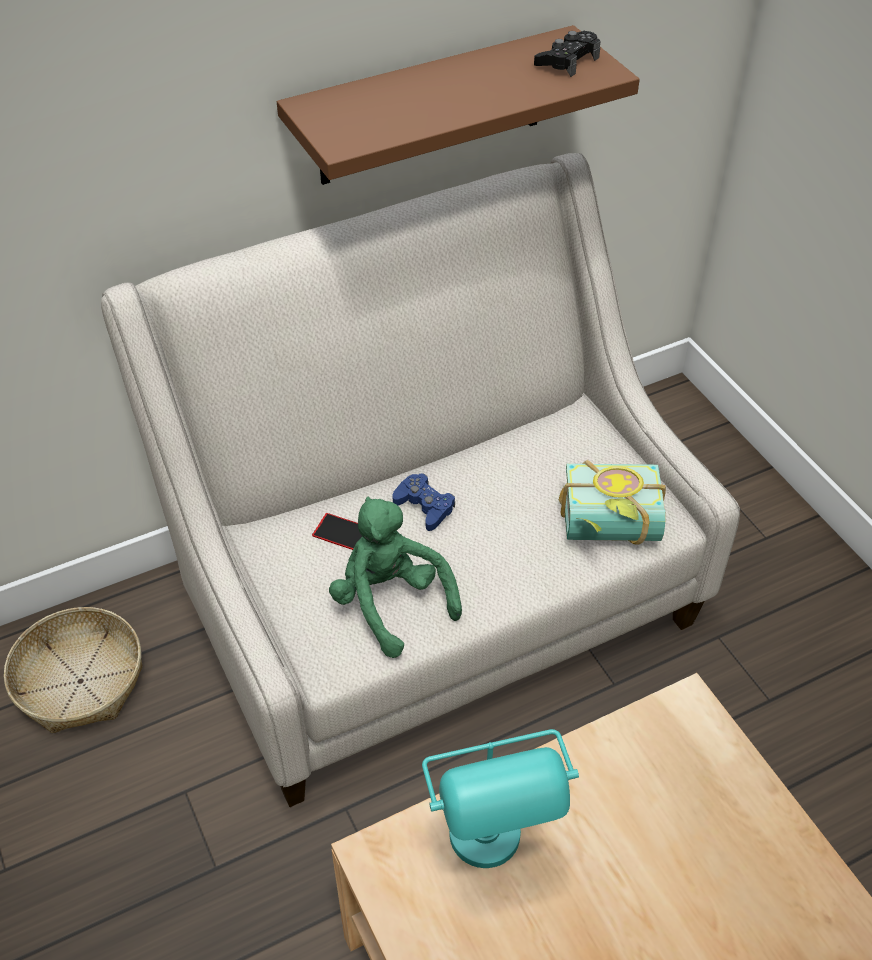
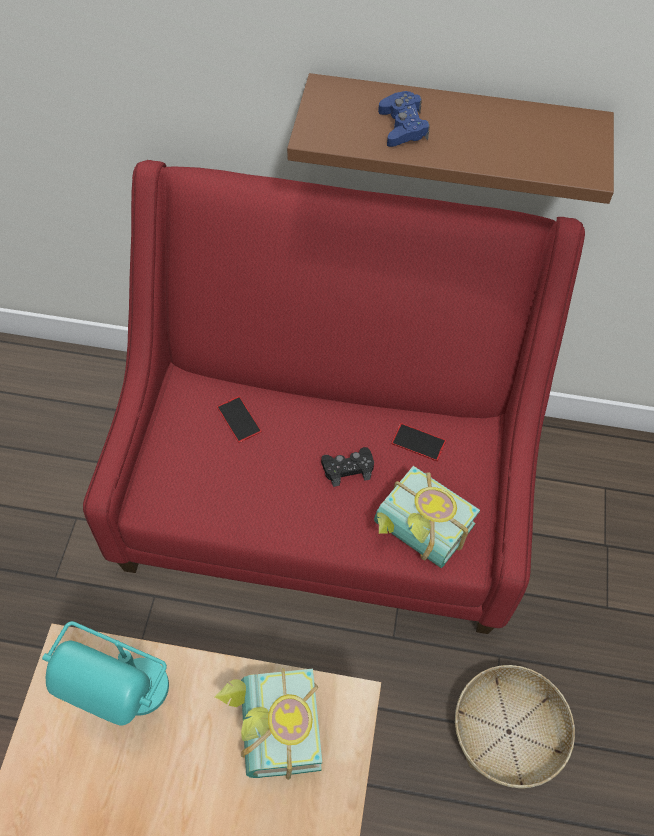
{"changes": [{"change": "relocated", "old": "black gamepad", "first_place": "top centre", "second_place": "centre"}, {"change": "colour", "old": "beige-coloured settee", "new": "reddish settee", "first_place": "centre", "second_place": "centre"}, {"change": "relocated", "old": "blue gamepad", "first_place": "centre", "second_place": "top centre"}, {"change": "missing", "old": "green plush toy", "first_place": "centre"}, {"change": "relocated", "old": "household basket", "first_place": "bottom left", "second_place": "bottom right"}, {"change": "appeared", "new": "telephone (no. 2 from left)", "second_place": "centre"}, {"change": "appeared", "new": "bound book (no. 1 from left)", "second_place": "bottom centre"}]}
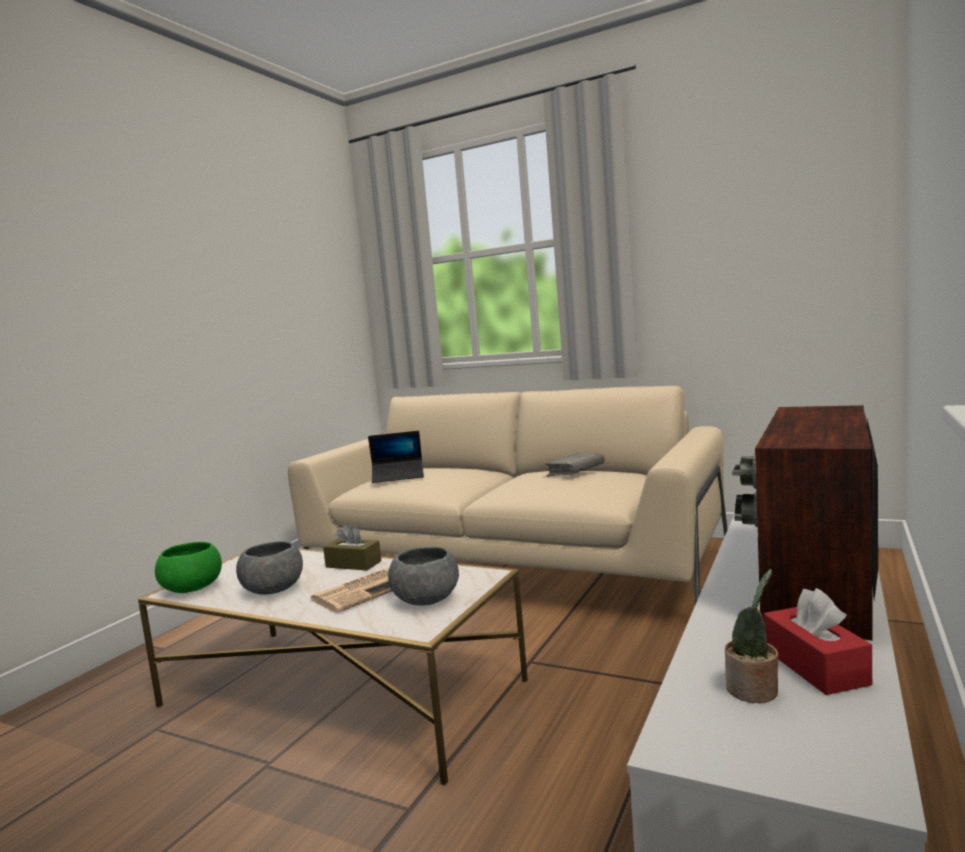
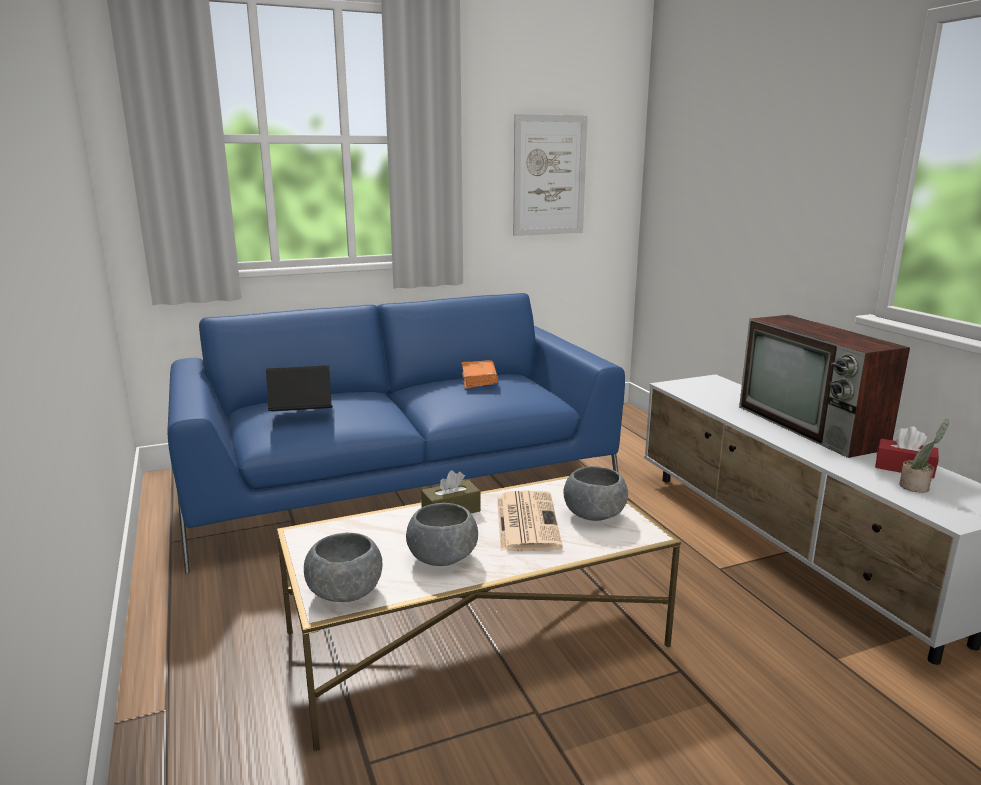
{"changes": [{"change": "colour", "old": "beige-coloured settee", "new": "blue settee", "first_place": "centre", "second_place": "centre"}, {"change": "spun", "old": "laptop", "first_place": "centre", "second_place": "middle left", "degrees": -135}, {"change": "colour", "old": "grey bound book", "new": "orangey bound book", "first_place": "centre", "second_place": "centre"}, {"change": "colour", "old": "green bowl", "new": "grey bowl (no. 1 from left)", "first_place": "middle left", "second_place": "bottom centre"}, {"change": "appeared", "new": "wall picture", "second_place": "top centre"}]}
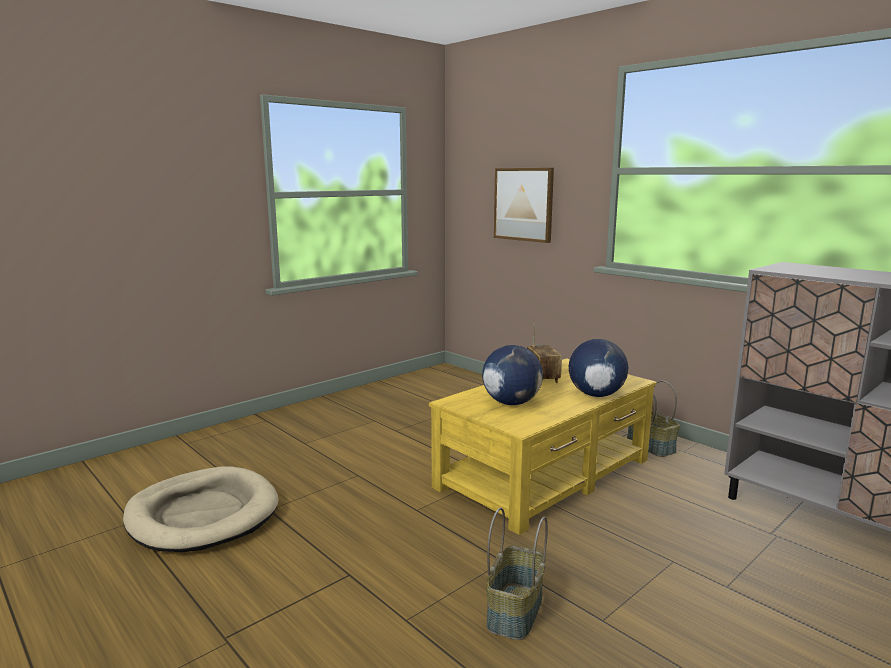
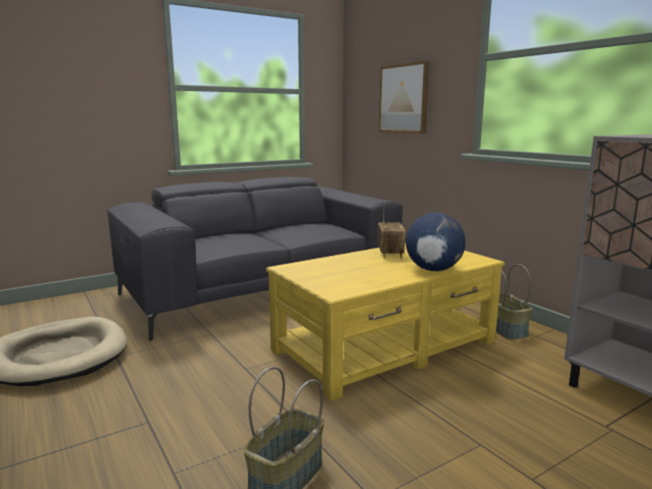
{"changes": [{"change": "missing", "old": "desk globe (no. 1 from left)", "first_place": "centre"}, {"change": "appeared", "new": "grey settee", "second_place": "centre"}]}
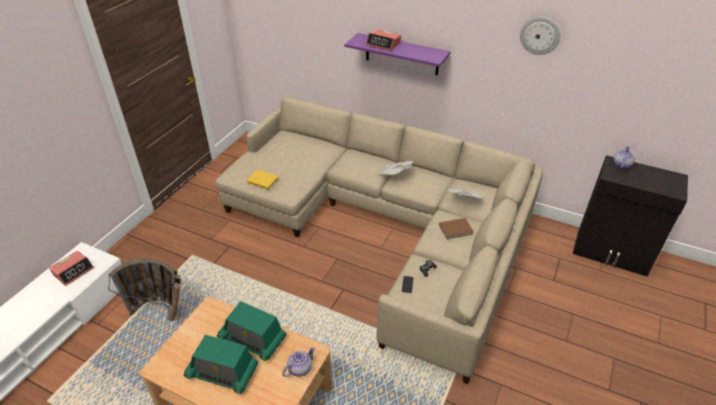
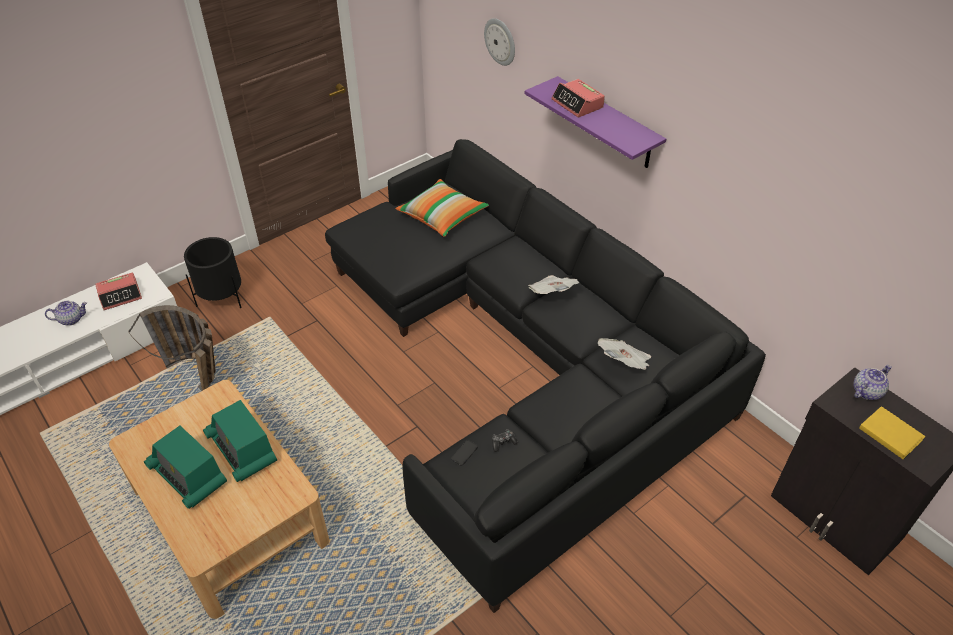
{"changes": [{"change": "relocated", "old": "wall clock", "first_place": "top right", "second_place": "top centre"}, {"change": "colour", "old": "beige-coloured settee", "new": "black settee", "first_place": "centre", "second_place": "centre"}, {"change": "relocated", "old": "yellow-coloured bound book", "first_place": "centre", "second_place": "bottom right"}, {"change": "missing", "old": "brown bound book", "first_place": "centre"}, {"change": "relocated", "old": "pot for tea (no. 1 from left)", "first_place": "bottom centre", "second_place": "middle left"}, {"change": "appeared", "new": "throw pillow", "second_place": "top centre"}, {"change": "appeared", "new": "black flower pot", "second_place": "middle left"}]}
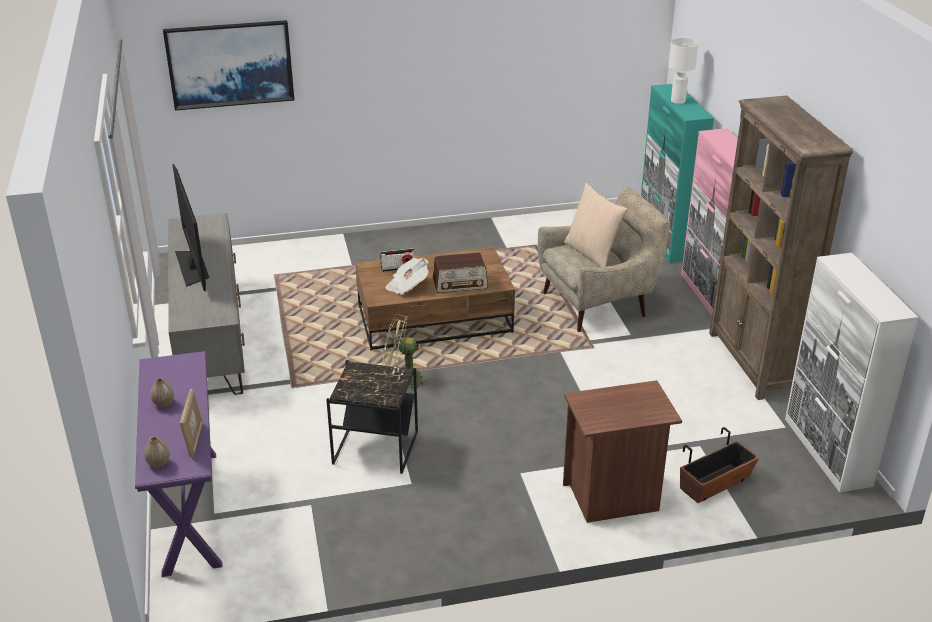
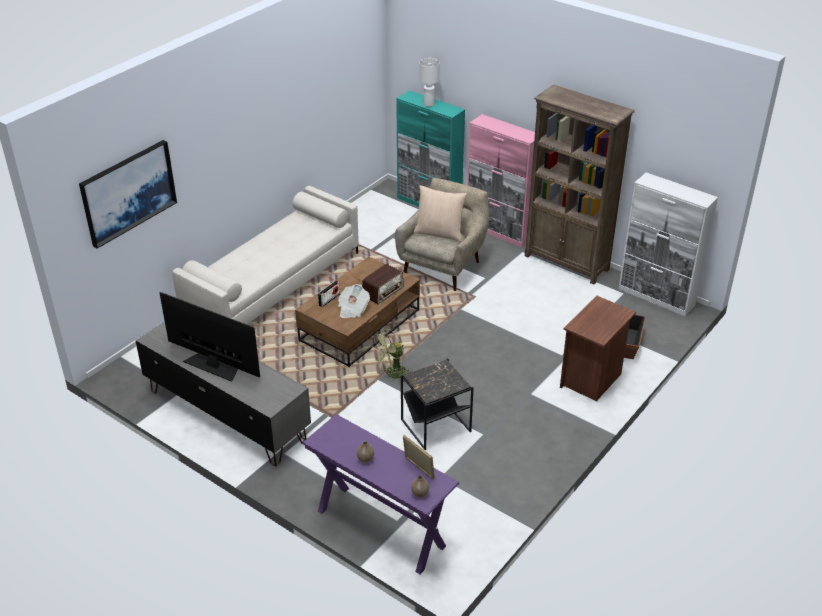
{"changes": [{"change": "appeared", "new": "white settee", "second_place": "middle left"}]}
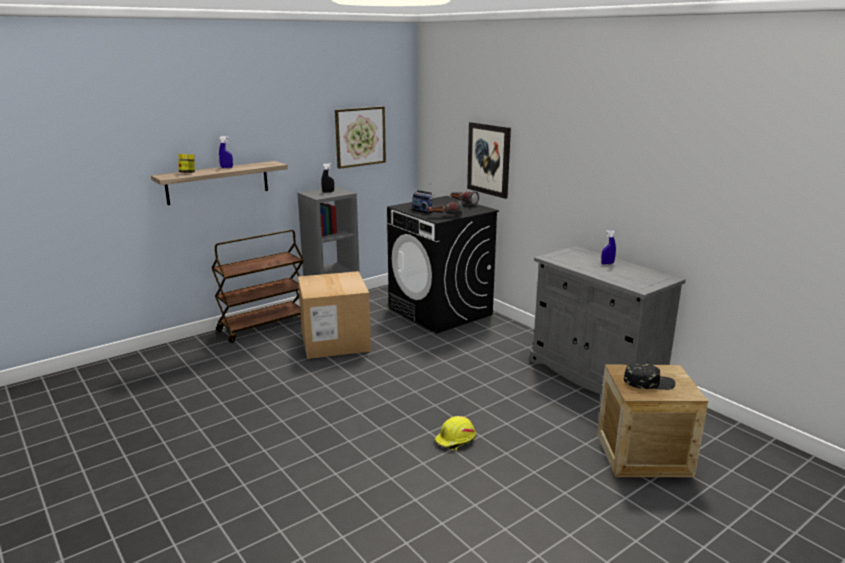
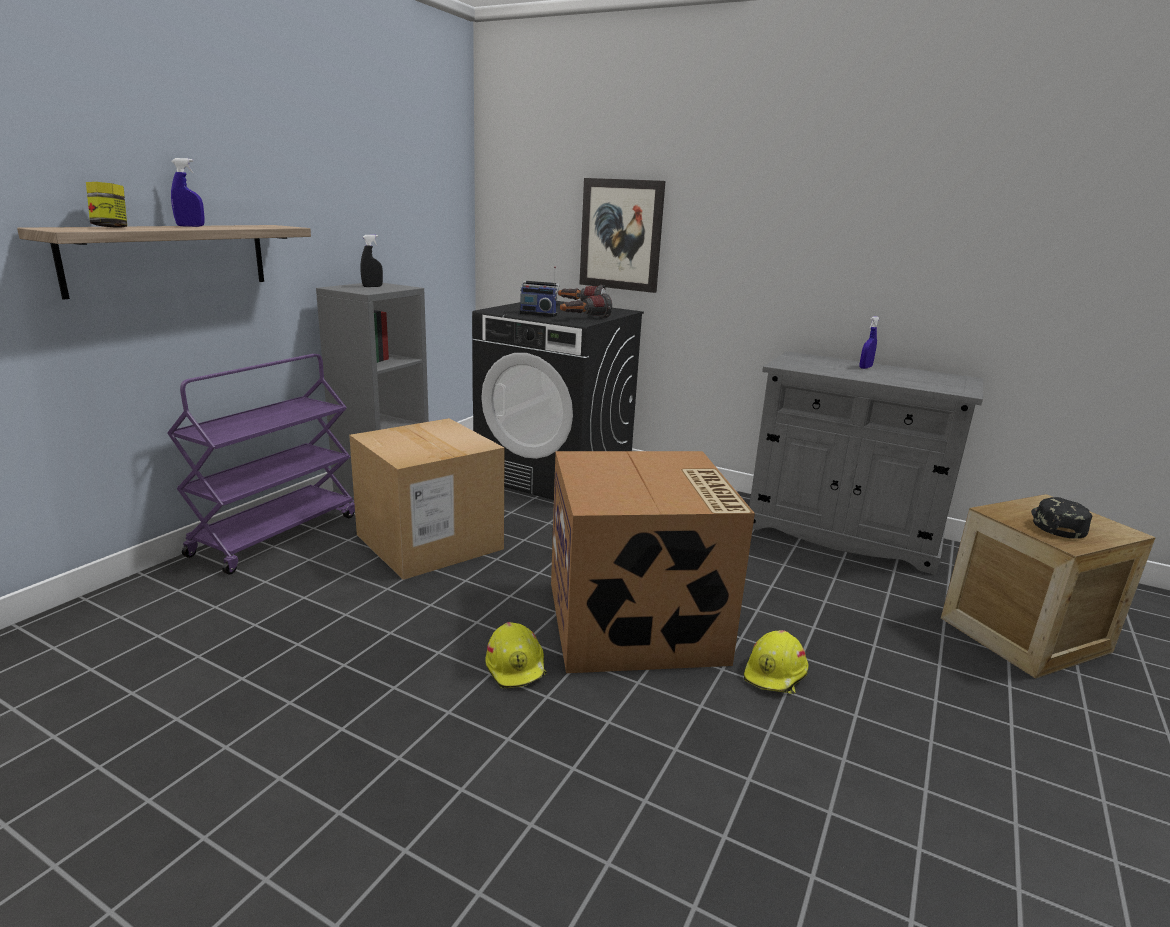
{"changes": [{"change": "missing", "old": "wall picture (no. 1 from left)", "first_place": "top centre"}, {"change": "colour", "old": "brown cart", "new": "purple-coloured cart", "first_place": "middle left", "second_place": "middle left"}, {"change": "spun", "old": "black cap", "first_place": "bottom right", "second_place": "middle right", "degrees": -45}, {"change": "appeared", "new": "cardboard box (no. 2 from left)", "second_place": "centre"}, {"change": "appeared", "new": "yellow-coloured work helmet (no. 1 from left)", "second_place": "bottom centre"}]}
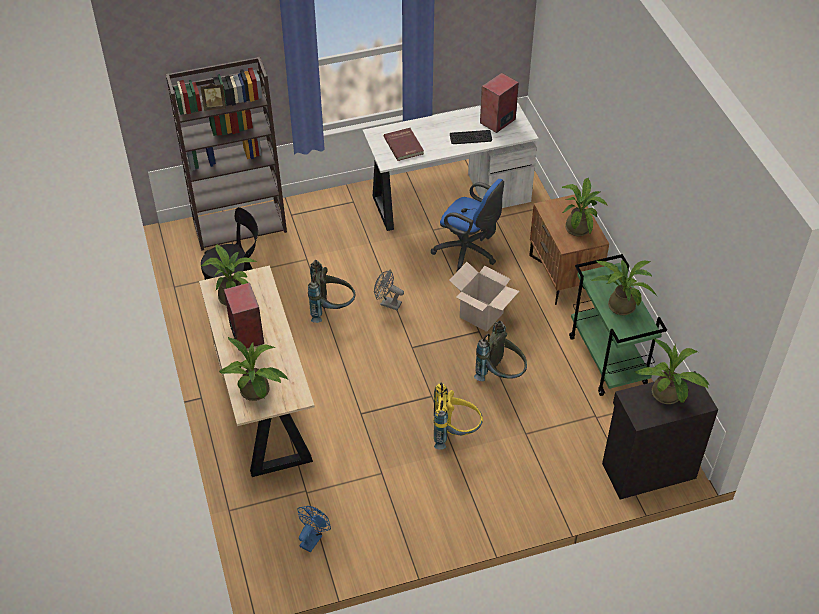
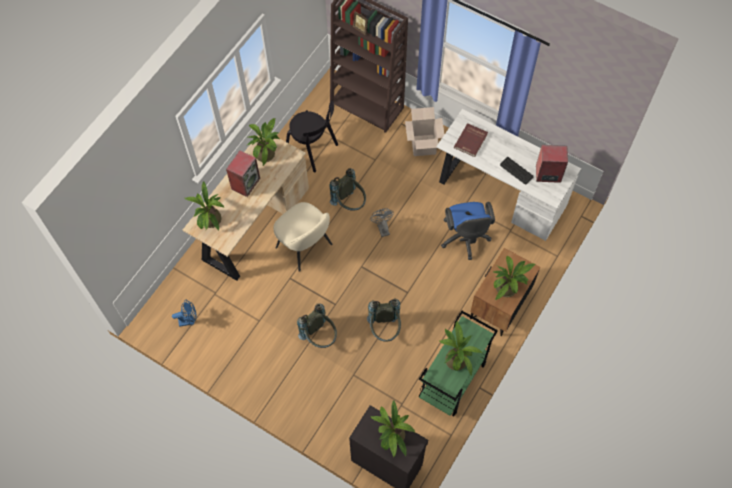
{"changes": [{"change": "relocated", "old": "cardboard box", "first_place": "centre", "second_place": "top centre"}, {"change": "colour", "old": "yellow-coloured backpack", "new": "grey backpack (no. 1 from left)", "first_place": "bottom centre", "second_place": "centre"}, {"change": "appeared", "new": "beige-coloured chair", "second_place": "centre"}]}
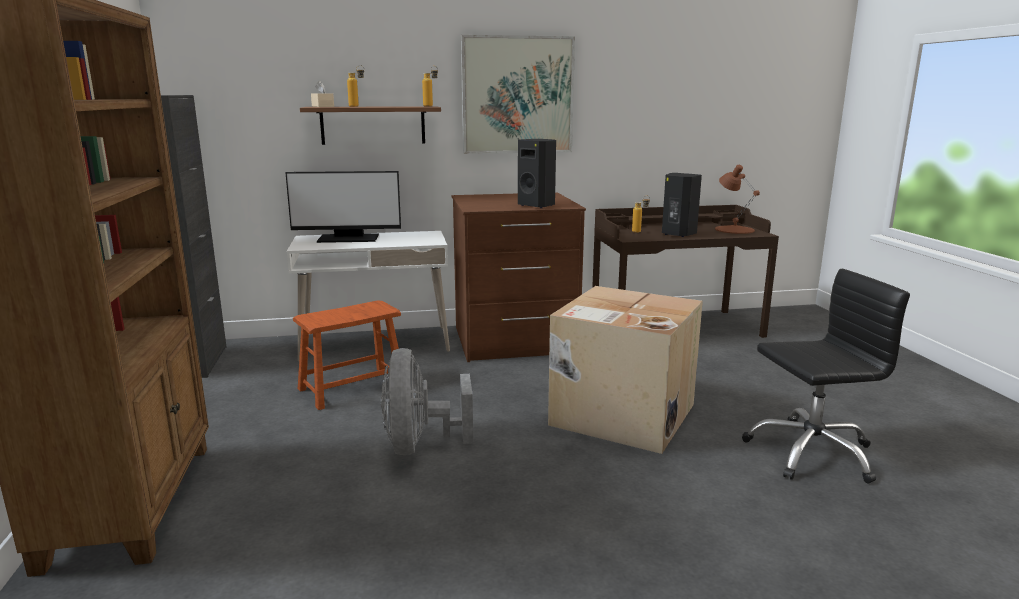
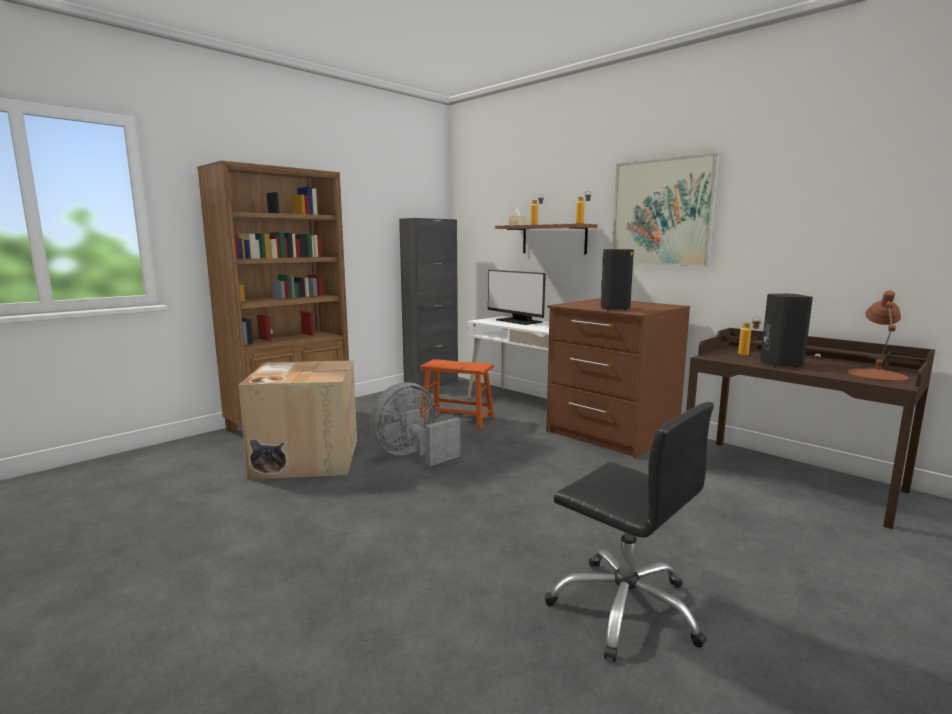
{"changes": [{"change": "relocated", "old": "cardboard box", "first_place": "centre", "second_place": "middle left"}]}
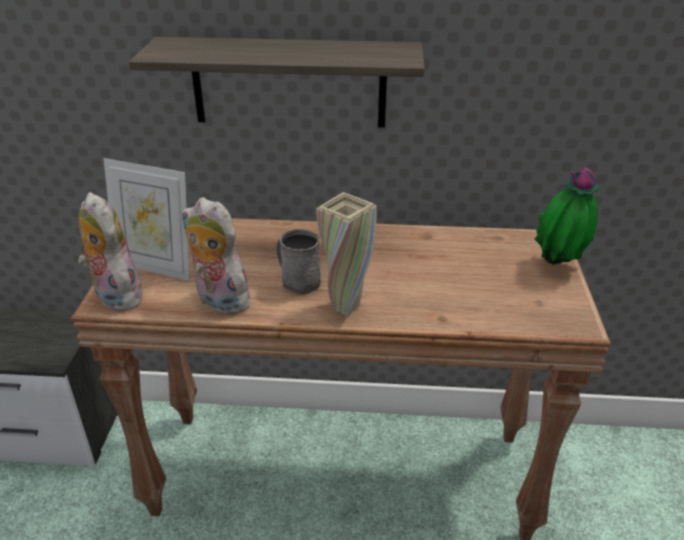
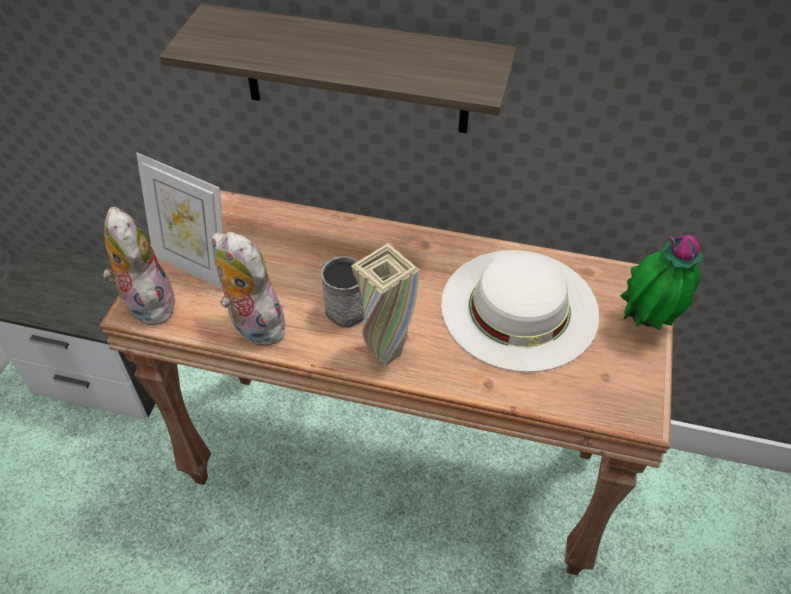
{"changes": [{"change": "appeared", "new": "white clothing hat", "second_place": "centre"}]}
